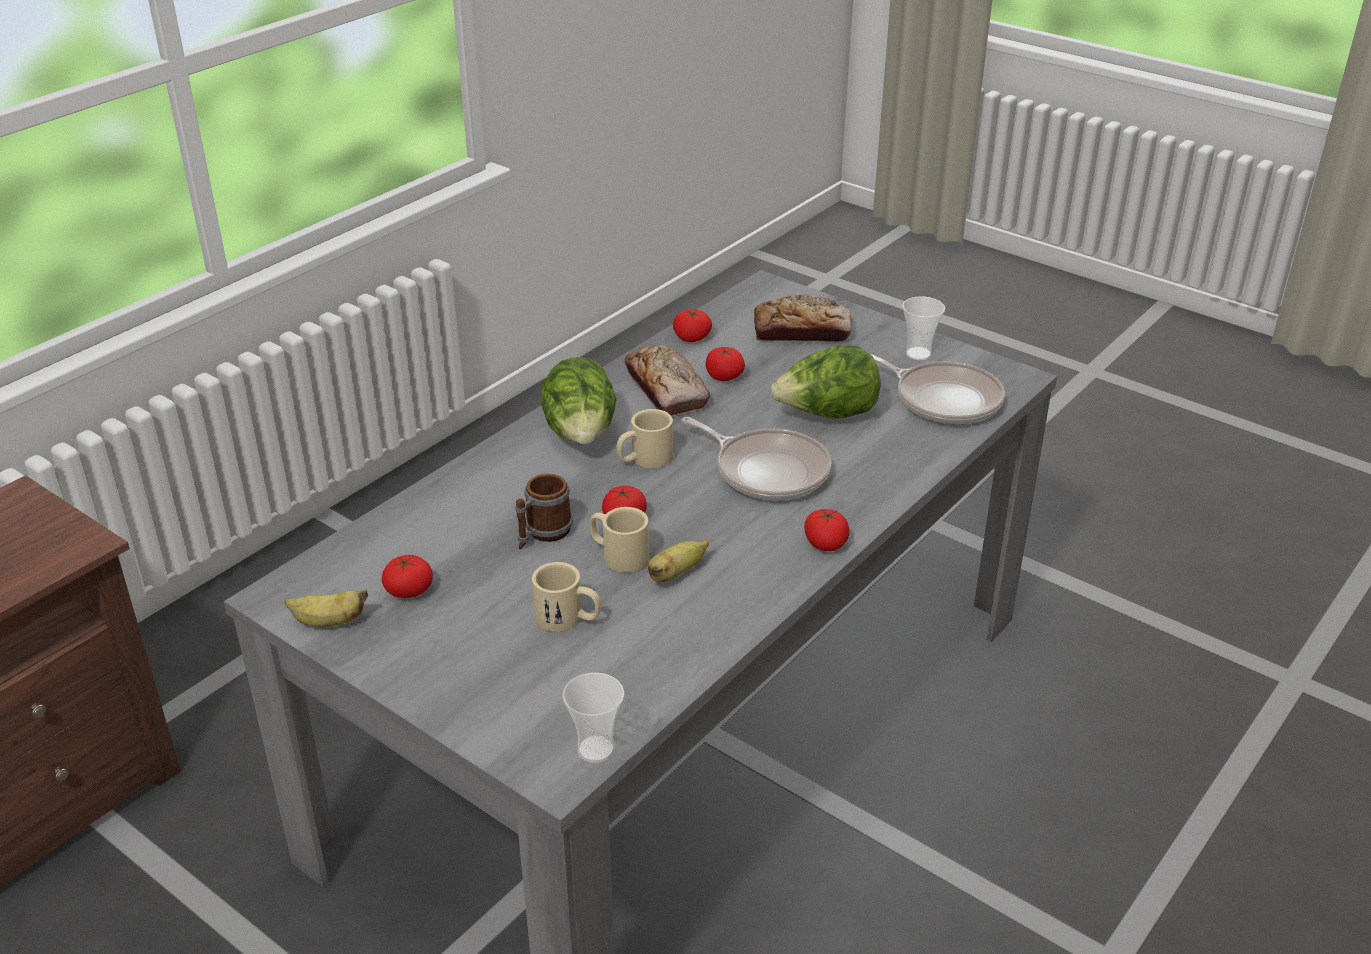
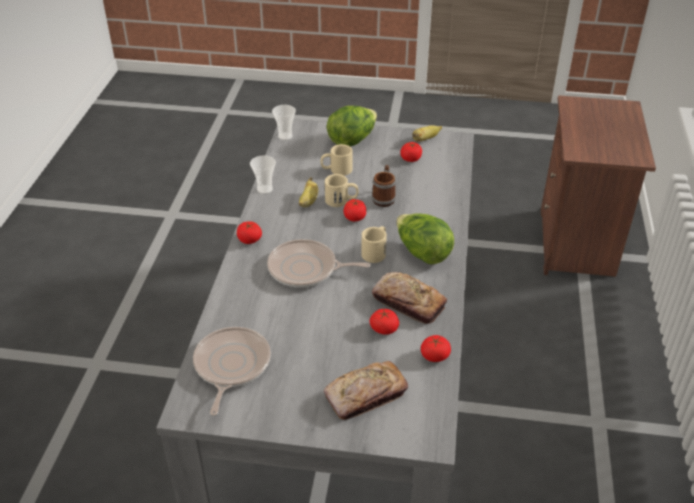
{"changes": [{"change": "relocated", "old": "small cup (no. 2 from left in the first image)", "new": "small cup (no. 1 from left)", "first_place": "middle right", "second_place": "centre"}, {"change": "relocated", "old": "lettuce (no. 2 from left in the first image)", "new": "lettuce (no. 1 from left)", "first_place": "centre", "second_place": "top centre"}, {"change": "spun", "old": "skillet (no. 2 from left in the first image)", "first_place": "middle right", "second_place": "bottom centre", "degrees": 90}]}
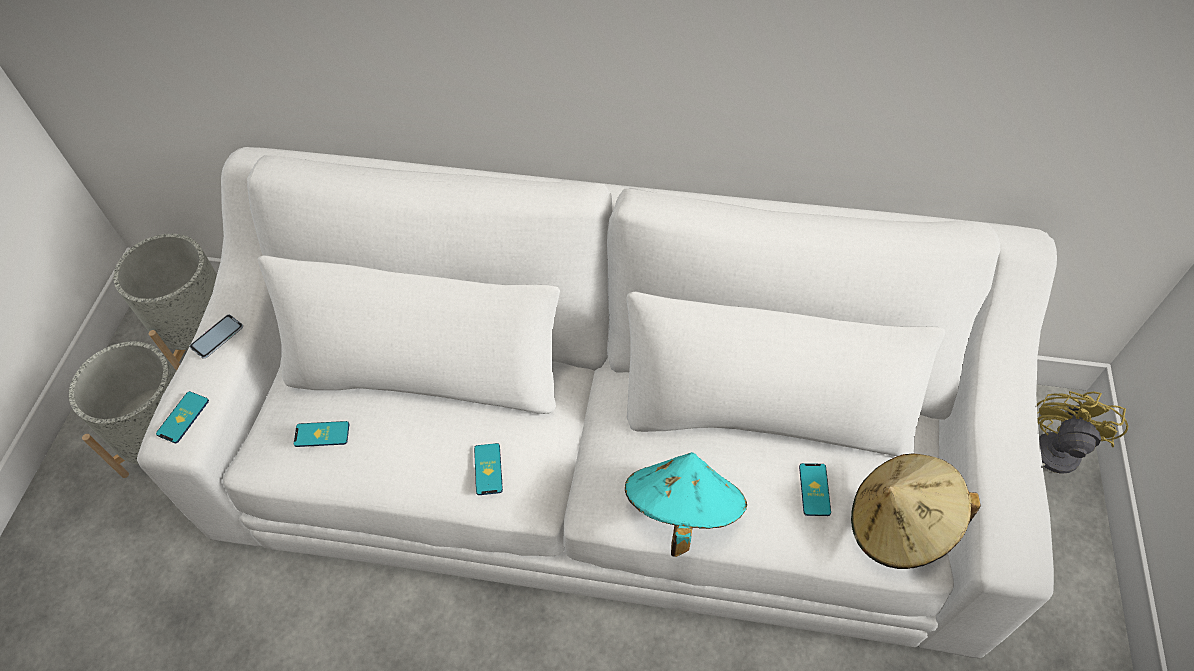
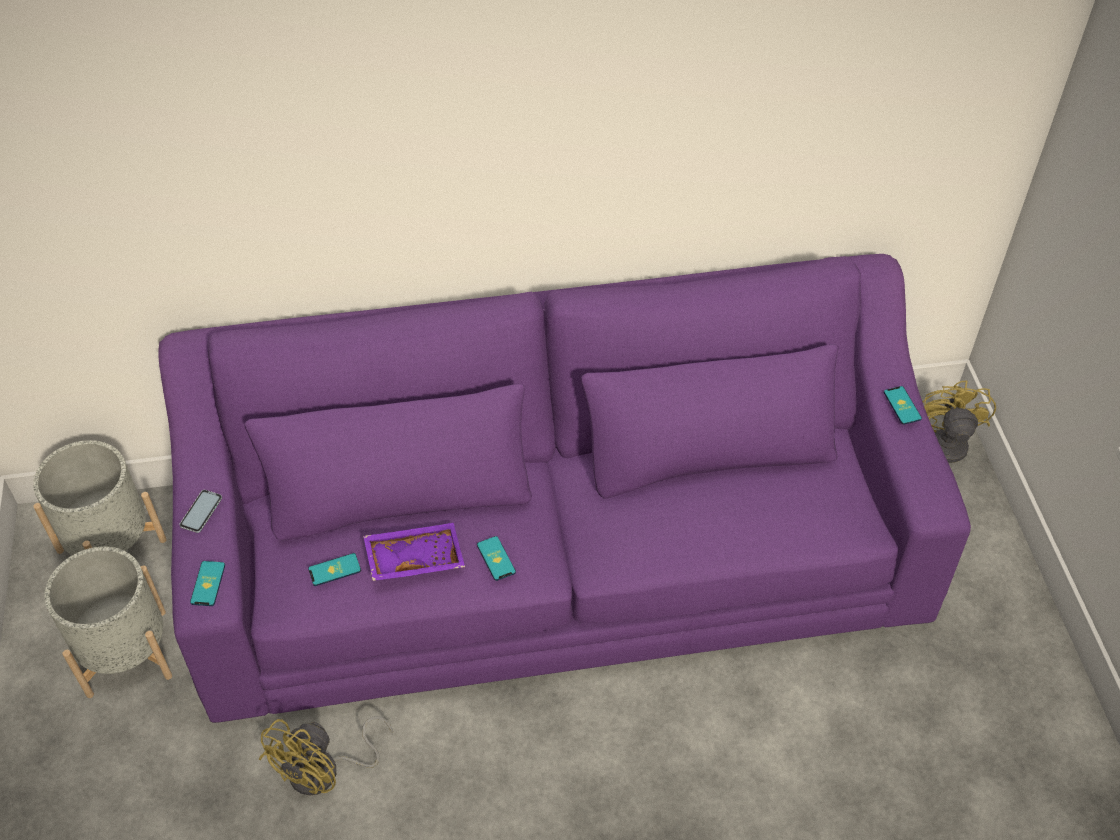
{"changes": [{"change": "colour", "old": "white settee", "new": "purple-coloured settee", "first_place": "centre", "second_place": "centre"}, {"change": "missing", "old": "turquoise clothing hat", "first_place": "bottom centre"}, {"change": "missing", "old": "beige-coloured clothing hat", "first_place": "bottom right"}, {"change": "relocated", "old": "telephone (no. 5 from left)", "first_place": "bottom right", "second_place": "middle right"}, {"change": "appeared", "new": "purple-coloured tray", "second_place": "centre"}, {"change": "appeared", "new": "yellow-coloured electric fan (no. 1 from left)", "second_place": "bottom left"}]}
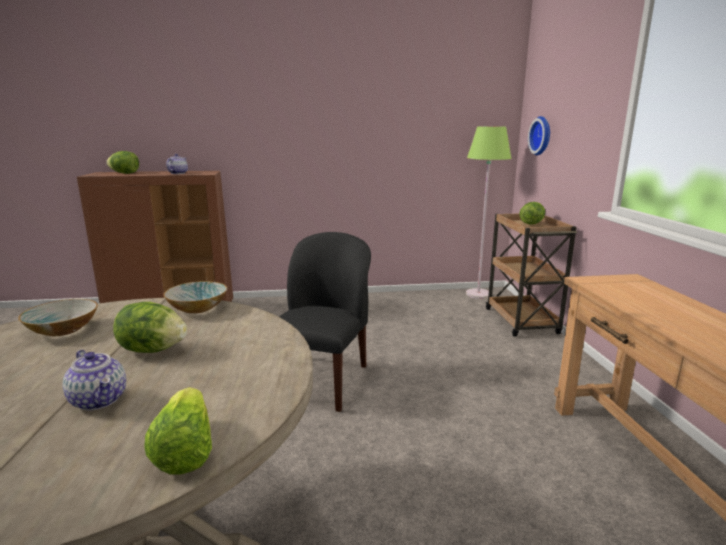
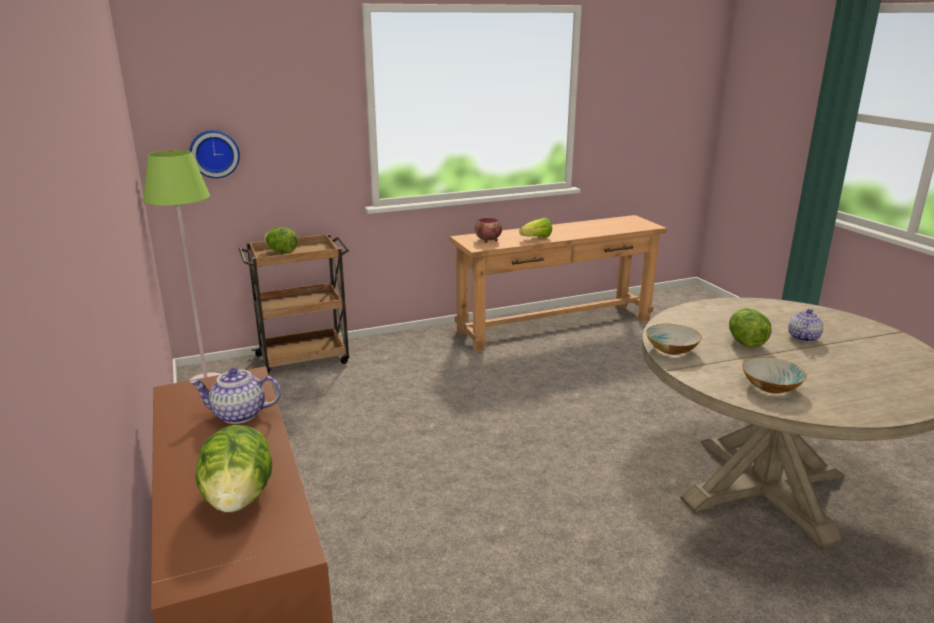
{"changes": [{"change": "missing", "old": "black chair", "first_place": "centre"}, {"change": "relocated", "old": "lettuce (no. 3 from left)", "first_place": "bottom left", "second_place": "centre"}, {"change": "appeared", "new": "bowl (no. 1 from left)", "second_place": "centre"}]}
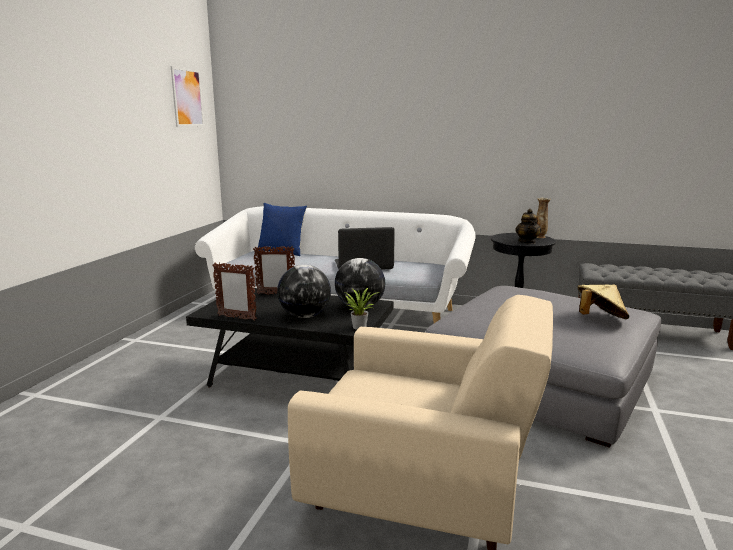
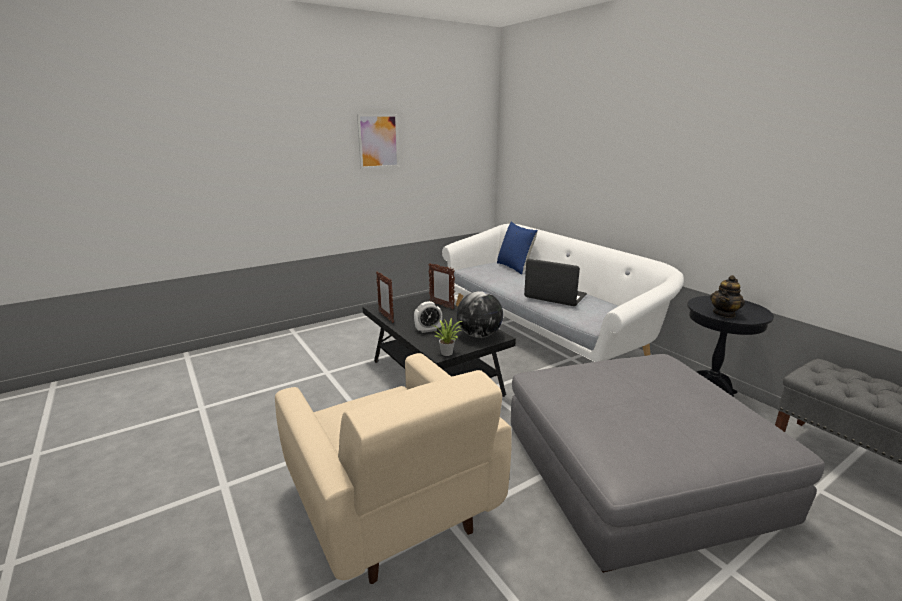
{"changes": [{"change": "relocated", "old": "wall picture", "first_place": "top left", "second_place": "top centre"}, {"change": "missing", "old": "vase", "first_place": "middle right"}, {"change": "exchanged", "old": "desk globe (no. 1 from left)", "new": "alarm clock", "first_place": "centre", "second_place": "centre"}, {"change": "missing", "old": "beige-coloured clothing hat", "first_place": "middle right"}]}
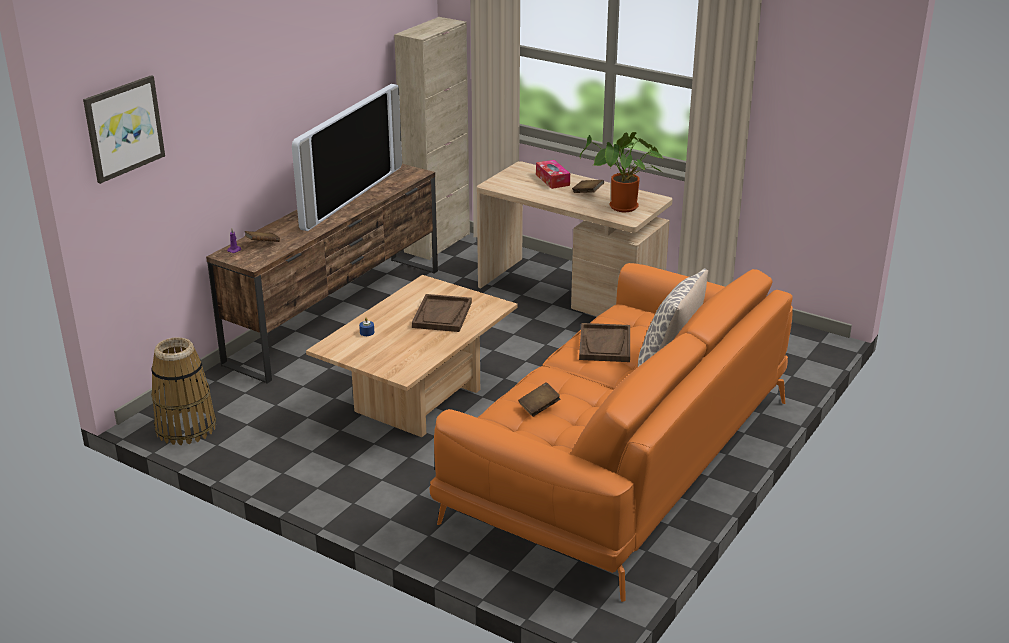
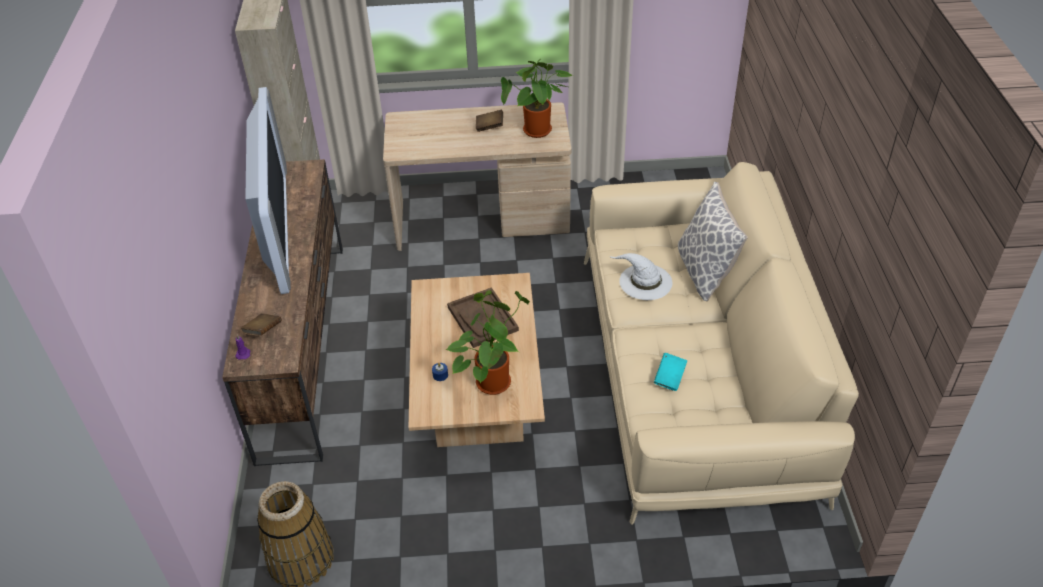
{"changes": [{"change": "missing", "old": "wall picture", "first_place": "top left"}, {"change": "missing", "old": "tissue box", "first_place": "top centre"}, {"change": "colour", "old": "orangey settee", "new": "beige-coloured settee", "first_place": "bottom centre", "second_place": "middle right"}, {"change": "exchanged", "old": "brown tray (no. 2 from left)", "new": "white clothing hat", "first_place": "centre", "second_place": "centre"}, {"change": "colour", "old": "brown bound book (no. 2 from left)", "new": "turquoise bound book", "first_place": "centre", "second_place": "centre"}, {"change": "appeared", "new": "plant in a pot (no. 1 from left)", "second_place": "centre"}]}
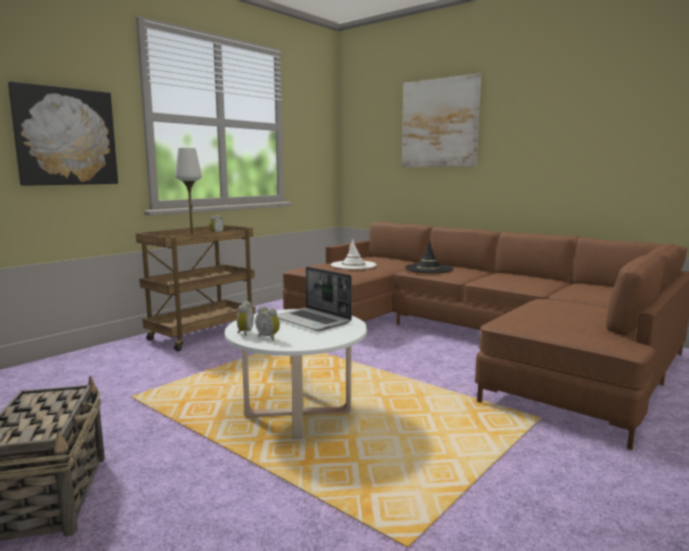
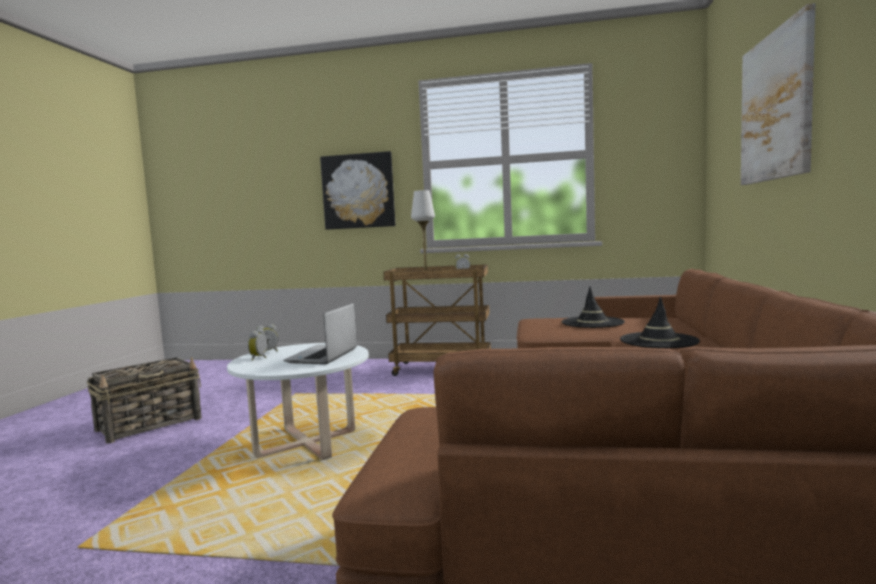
{"changes": [{"change": "colour", "old": "white clothing hat", "new": "black clothing hat (no. 1 from left)", "first_place": "centre", "second_place": "middle right"}]}
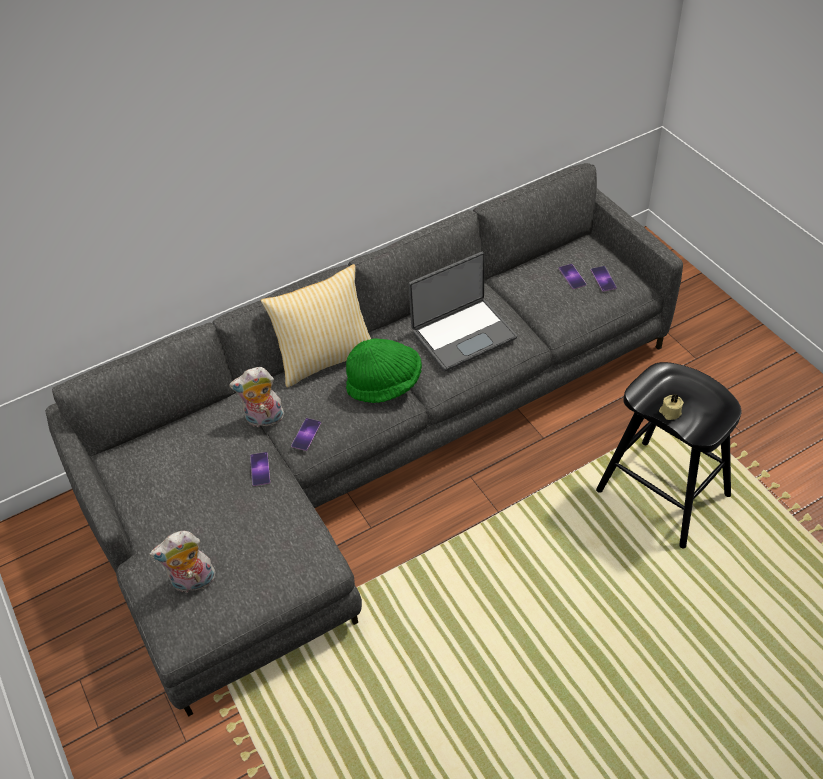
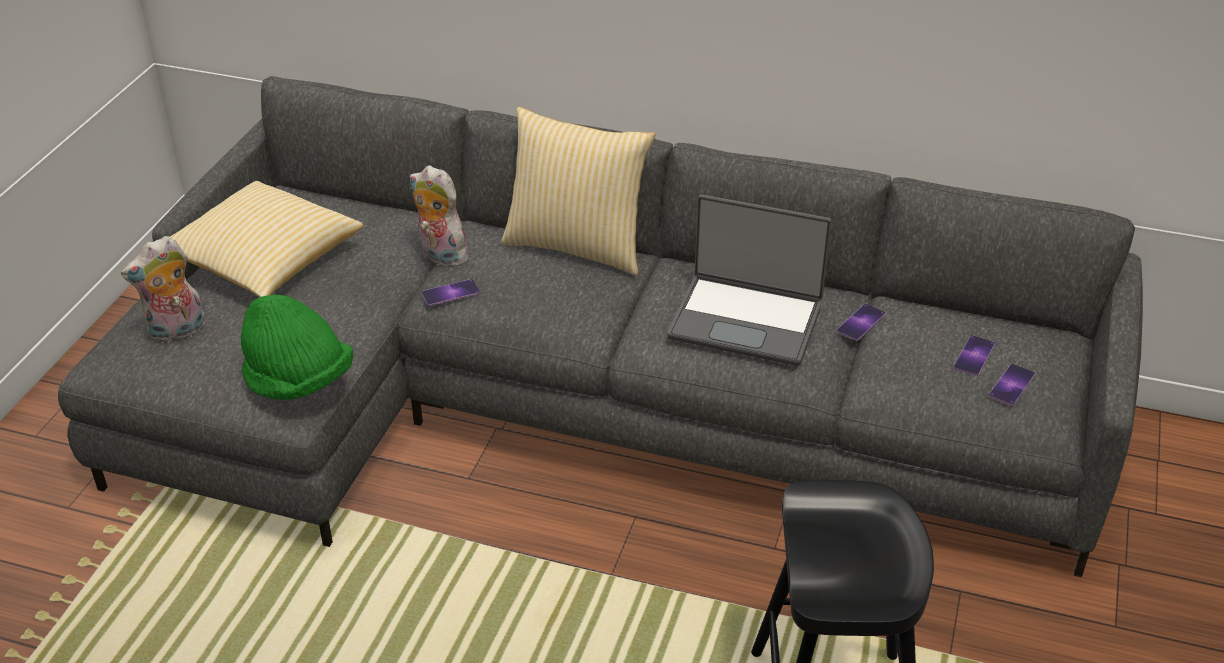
{"changes": [{"change": "relocated", "old": "green clothing hat", "first_place": "centre", "second_place": "middle left"}, {"change": "missing", "old": "beige-coloured wax light", "first_place": "middle right"}, {"change": "relocated", "old": "telephone (no. 1 from left in the first image)", "new": "telephone (no. 2 from left)", "first_place": "middle left", "second_place": "middle right"}, {"change": "spun", "old": "plush toy (no. 1 from left)", "first_place": "bottom left", "second_place": "middle left", "degrees": -60}, {"change": "appeared", "new": "throw pillow (no. 1 from left)", "second_place": "middle left"}]}
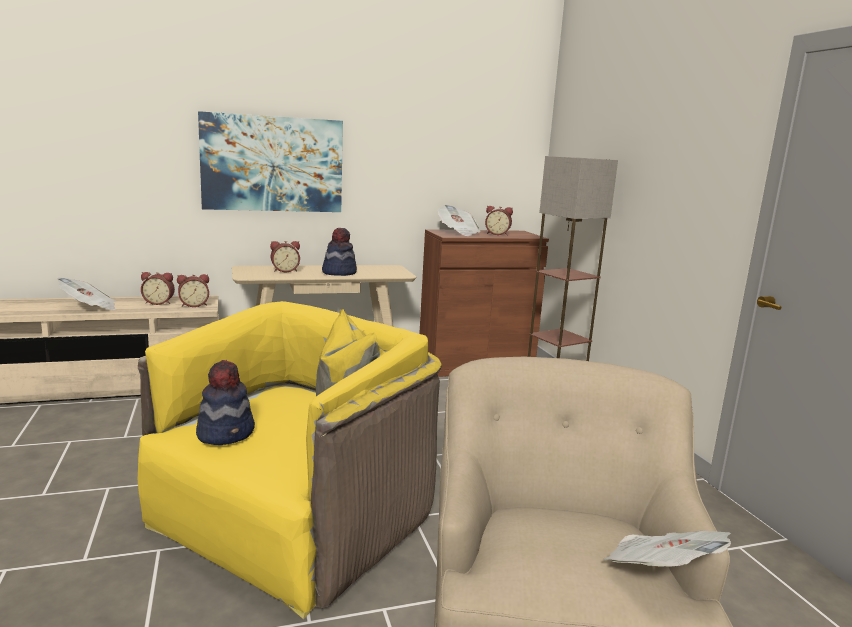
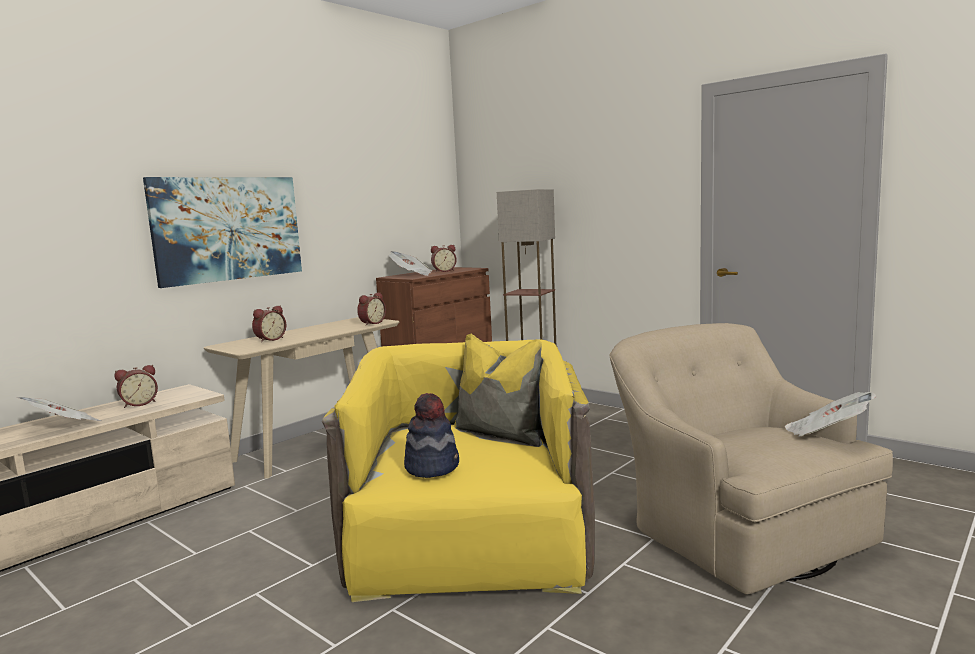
{"changes": [{"change": "missing", "old": "clothing hat (no. 2 from left)", "first_place": "centre"}, {"change": "relocated", "old": "alarm clock (no. 2 from left in the first image)", "new": "alarm clock (no. 3 from left)", "first_place": "middle left", "second_place": "centre"}]}
